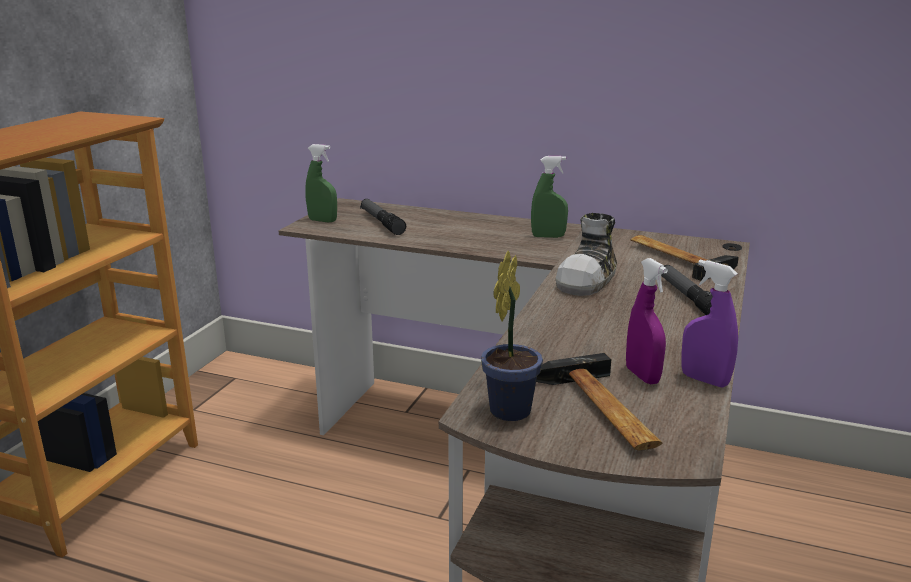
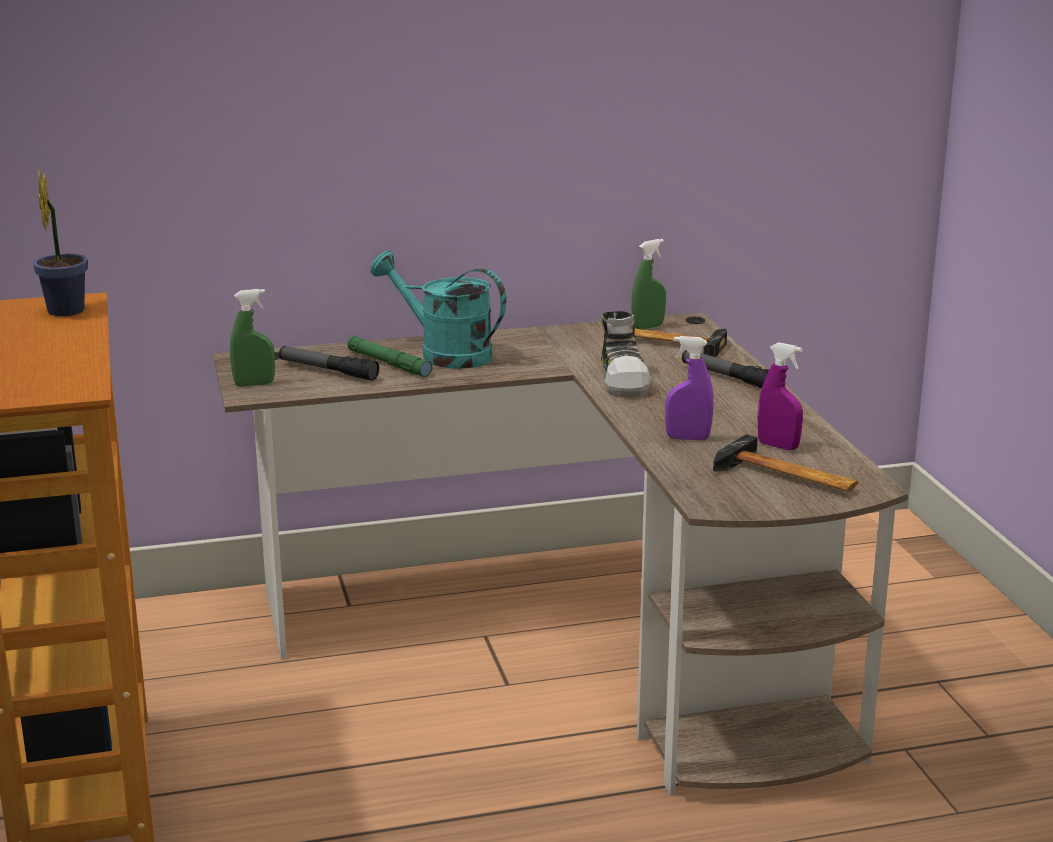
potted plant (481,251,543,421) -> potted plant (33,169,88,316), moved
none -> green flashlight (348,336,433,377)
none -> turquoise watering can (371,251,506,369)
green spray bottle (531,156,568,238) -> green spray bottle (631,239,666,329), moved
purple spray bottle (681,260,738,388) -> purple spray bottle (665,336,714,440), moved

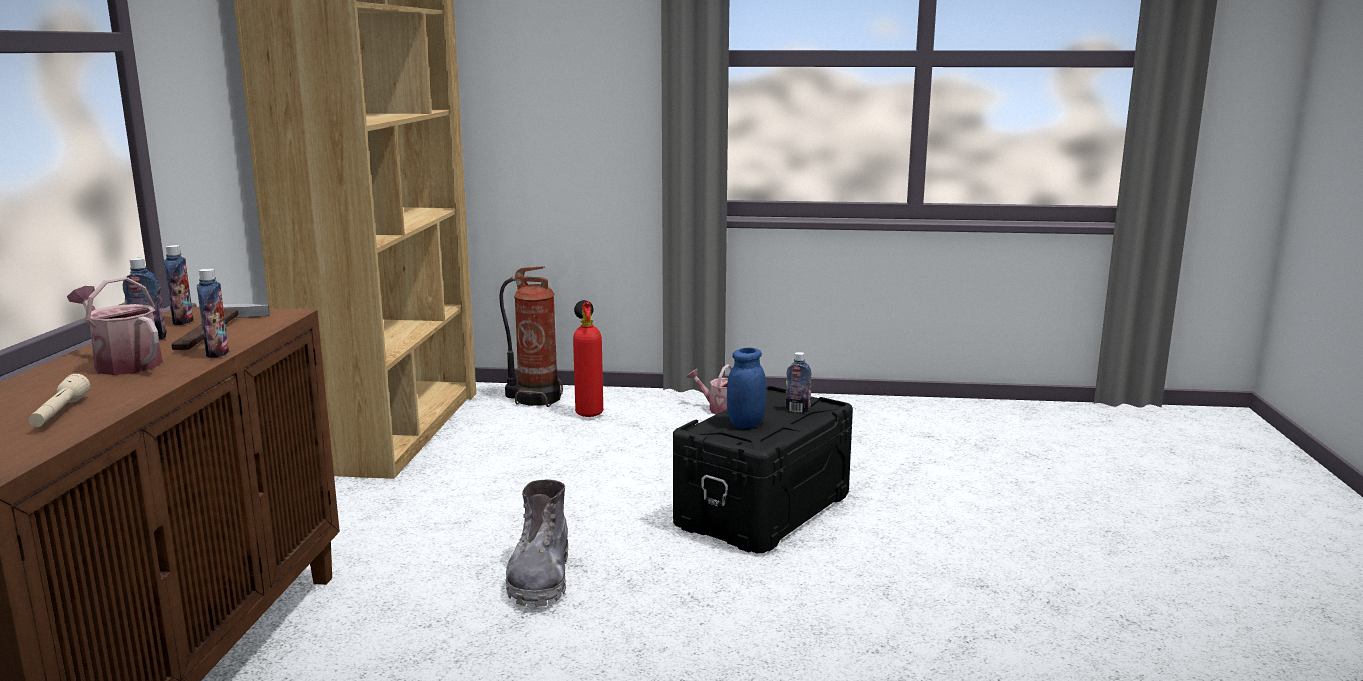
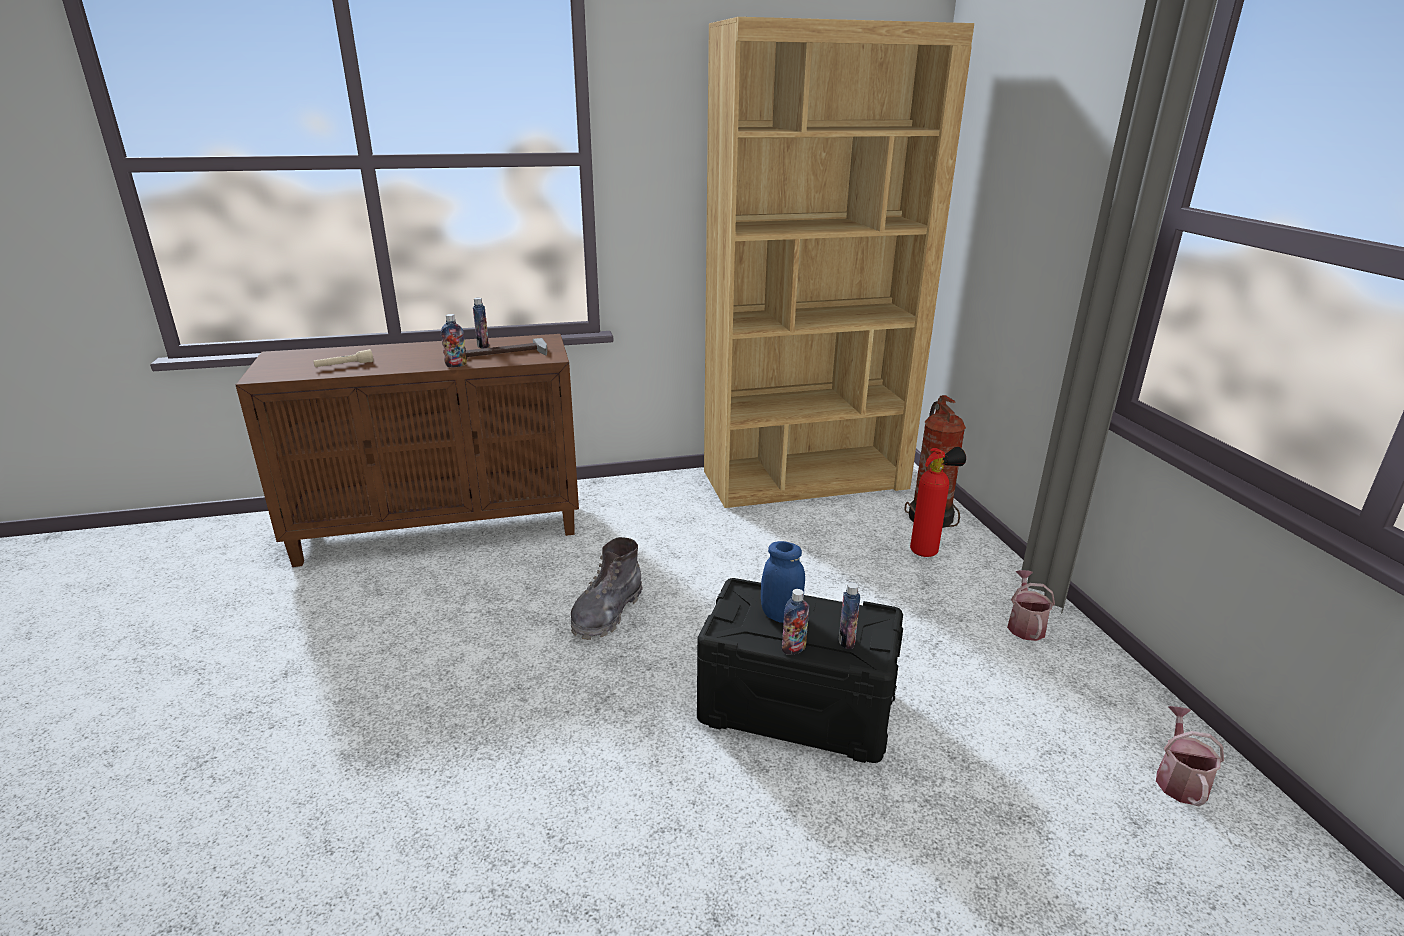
grey boot (505,479,569,607) -> grey boot (571,537,643,640), 45 degrees counterclockwise
bottle (164,245,194,325) -> bottle (782,589,809,655), moved
watering can (67,277,163,375) -> watering can (1156,706,1224,806), moved

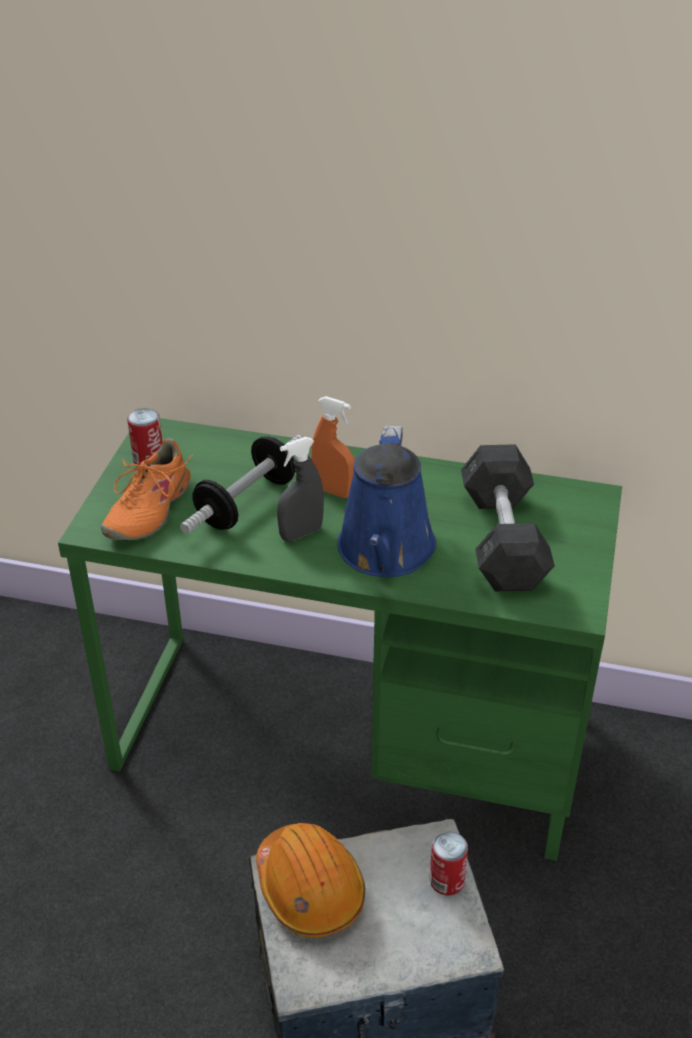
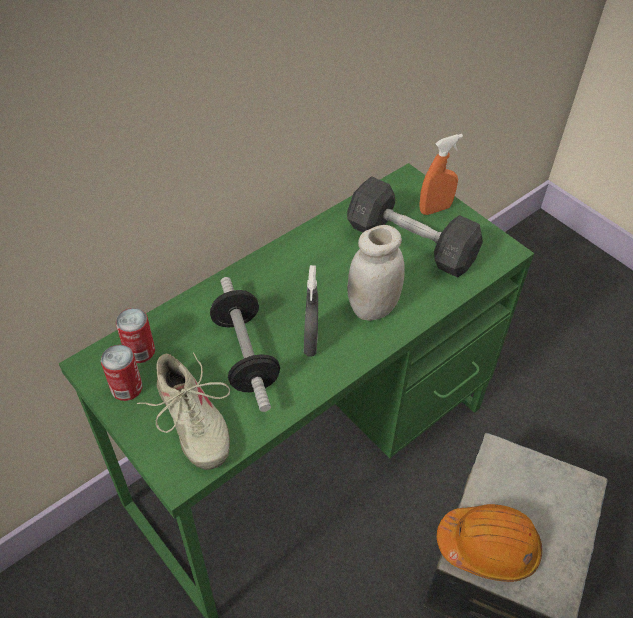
can (430,831,468,896) -> can (116,308,155,363), moved
orange shoe (101,438,193,540) -> beige shoe (137,352,230,470)
blue watering can (337,426,436,577) -> white jar (347,225,405,321)
orange spray bottle (311,396,355,498) -> orange spray bottle (419,134,463,215), moved

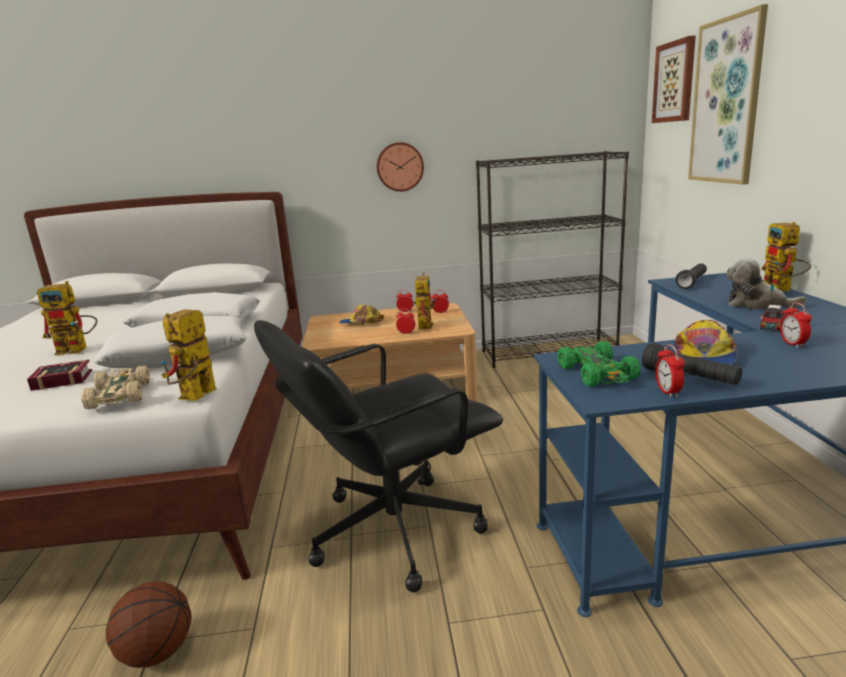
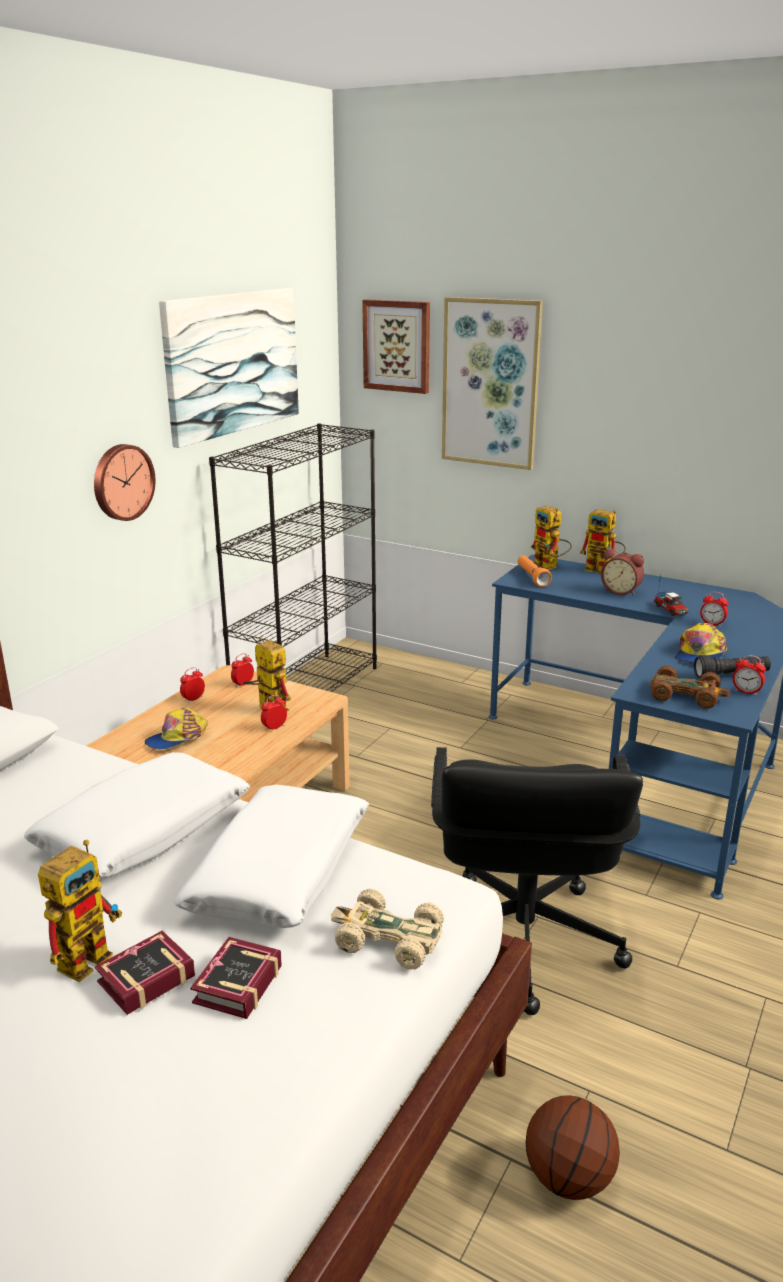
none -> book (95,931,195,1015)
none -> picture (159,288,299,448)
black flashlight (675,263,707,289) -> orange flashlight (517,555,552,587)
toy robot (161,309,217,401) -> toy robot (530,506,572,570), moved
plush toy (726,258,807,310) -> alarm clock (601,549,644,596)
green toy car (557,341,641,387) -> brown toy car (650,665,730,709)
cap (675,320,738,364) -> cap (675,623,727,663), 60 degrees clockwise

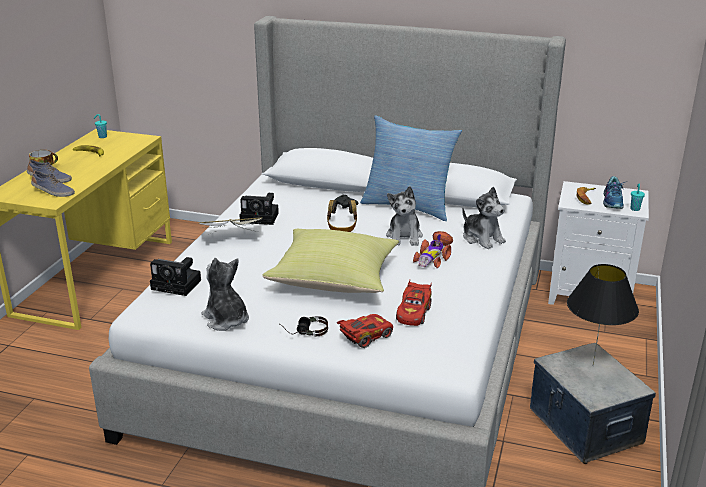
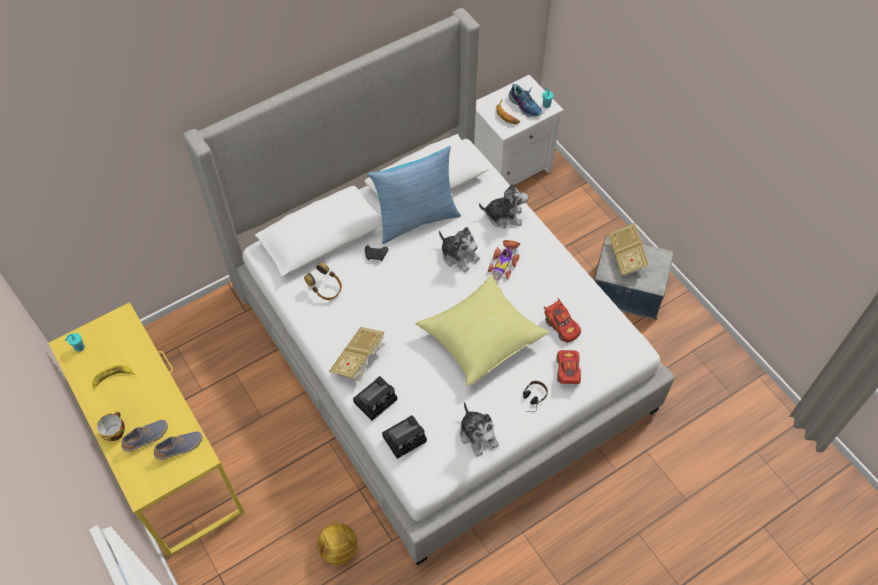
headphones (327,200,357,232) -> headphones (304,262,342,300), moved
none -> football (317,523,357,566)
photo camera (239,193,279,225) -> photo camera (353,376,397,421), moved
plush toy (202,258,249,331) -> plush toy (460,402,499,457), 120 degrees counterclockwise
toy car (413,231,453,268) -> toy car (488,240,520,281), 45 degrees clockwise
black table lamp (567,264,639,366) -> book (608,223,650,276)

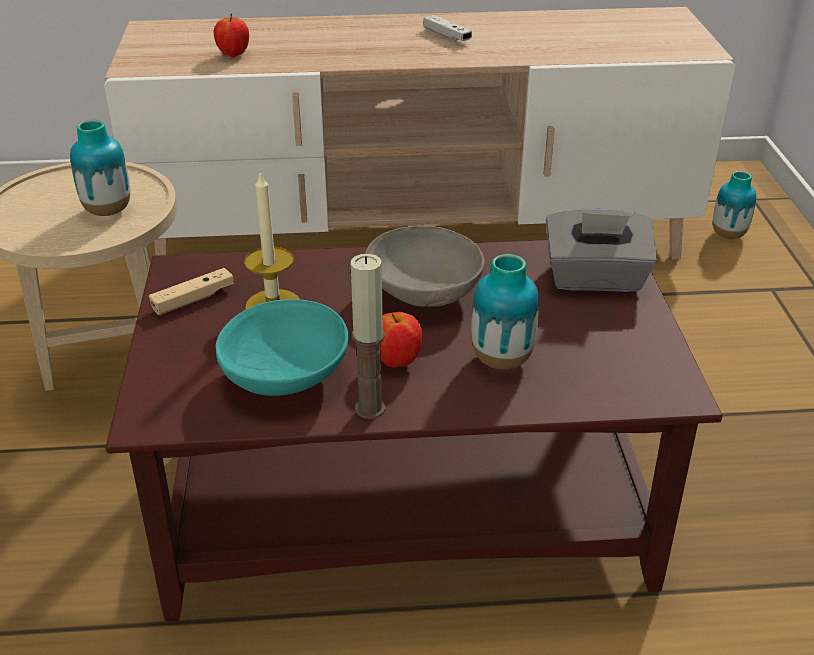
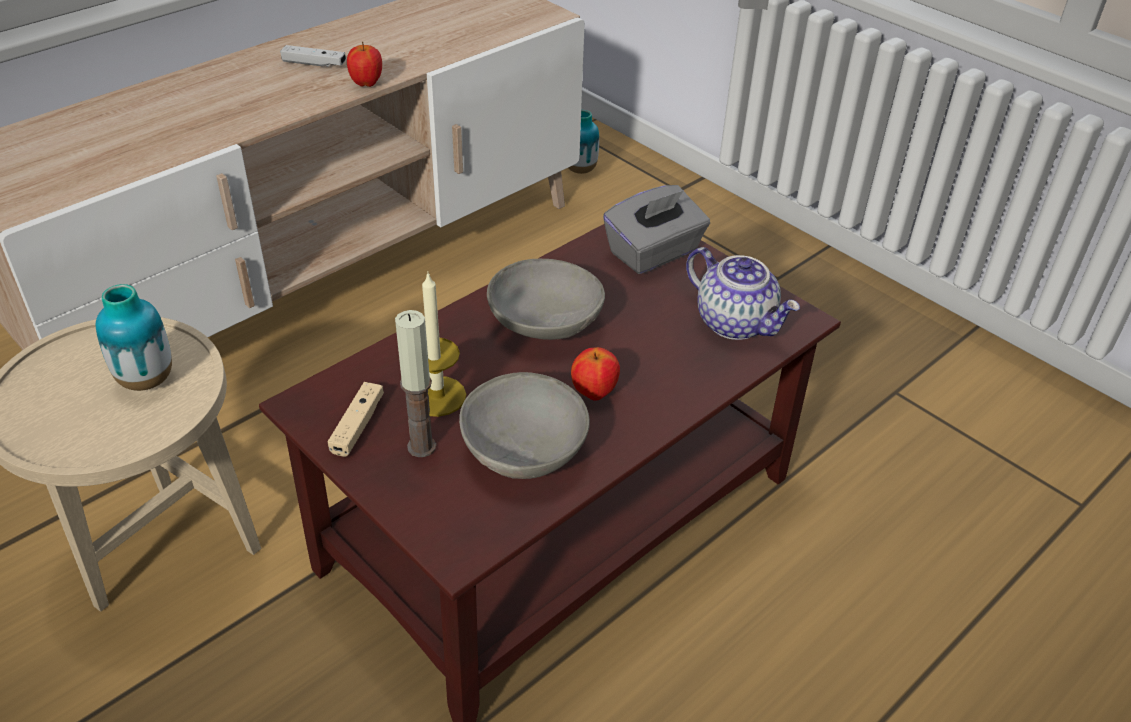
apple (214,14,249,57) -> apple (347,42,382,87), moved
candle (351,254,386,419) -> candle (395,310,436,457), moved
turquoise bowl (216,299,349,396) -> grey bowl (459,372,590,479)
none -> teapot (686,247,800,340)
vase (472,254,539,370) -> none

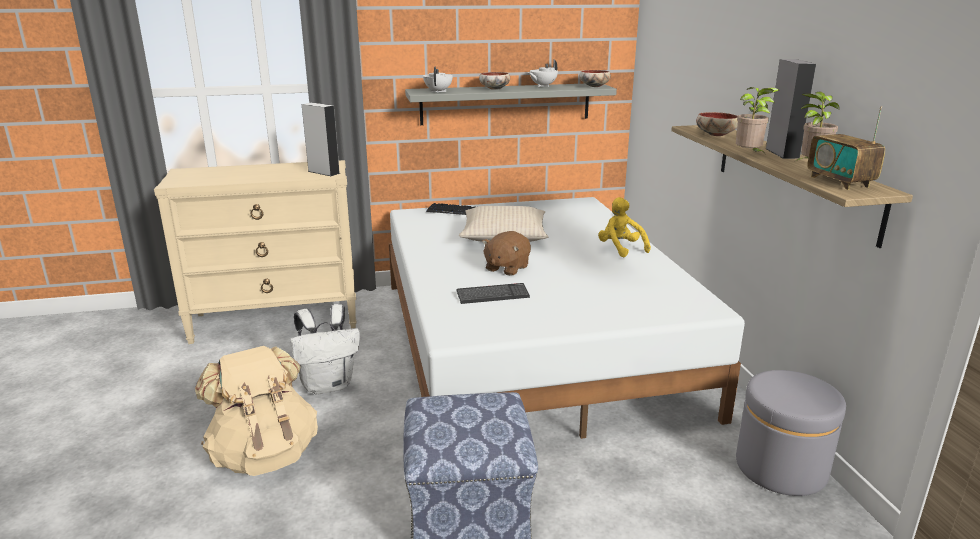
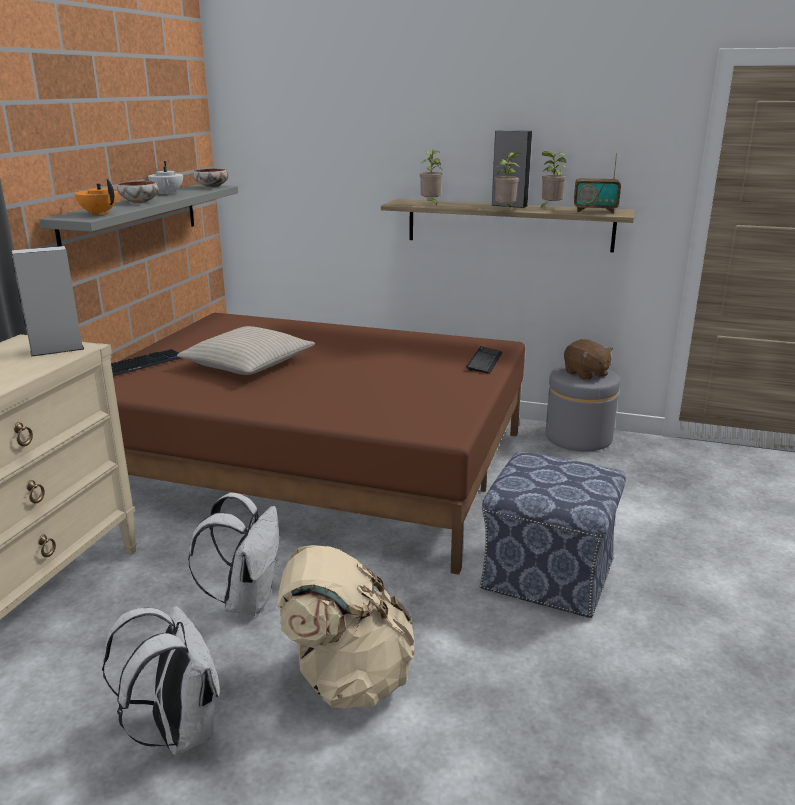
white teapot (423,66,453,93) -> orange teapot (75,179,117,215)
none -> white backpack (102,606,220,755)
white bed (389,197,745,439) -> brown bed (113,313,525,575)
bowl (696,112,738,136) -> potted plant (420,150,443,205)
keyboard (456,283,530,304) -> keyboard (466,346,503,374), moved
brown plush toy (482,231,531,276) -> brown plush toy (564,339,613,381), moved
yellow plush toy (598,197,651,257) -> none

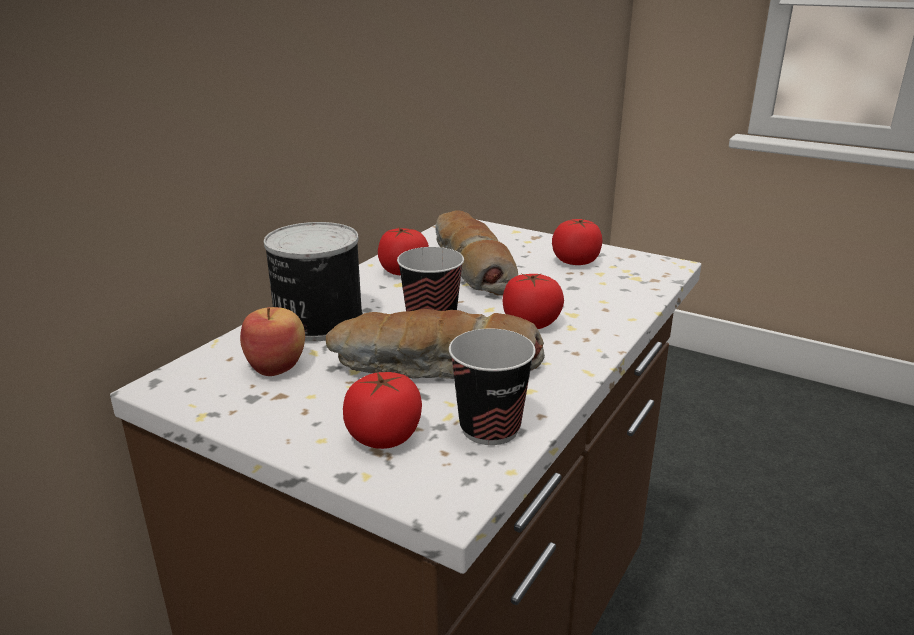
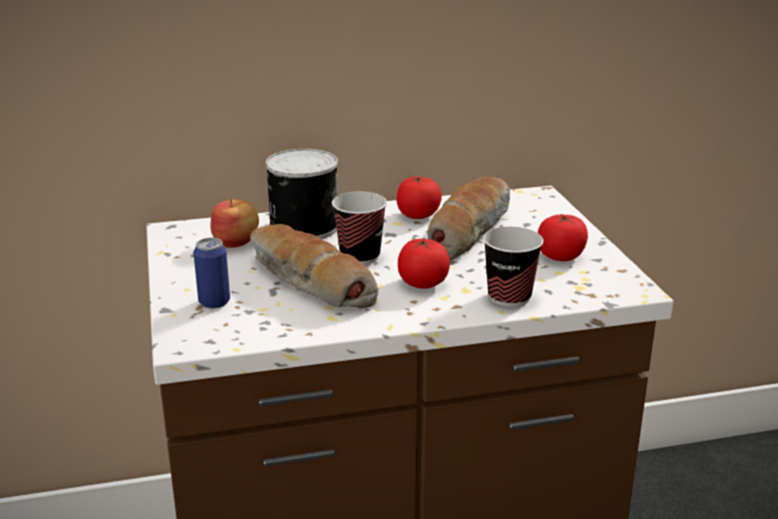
tomato (343,372,422,449) -> can (193,238,230,309)
cup (449,329,536,445) -> cup (483,226,543,307), moved

